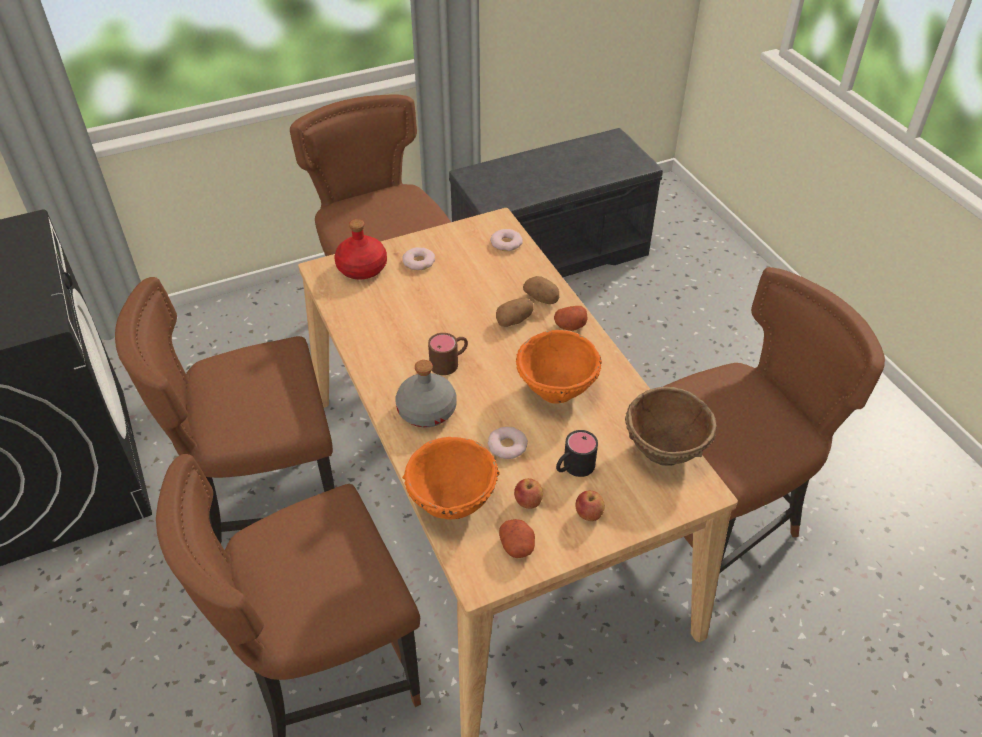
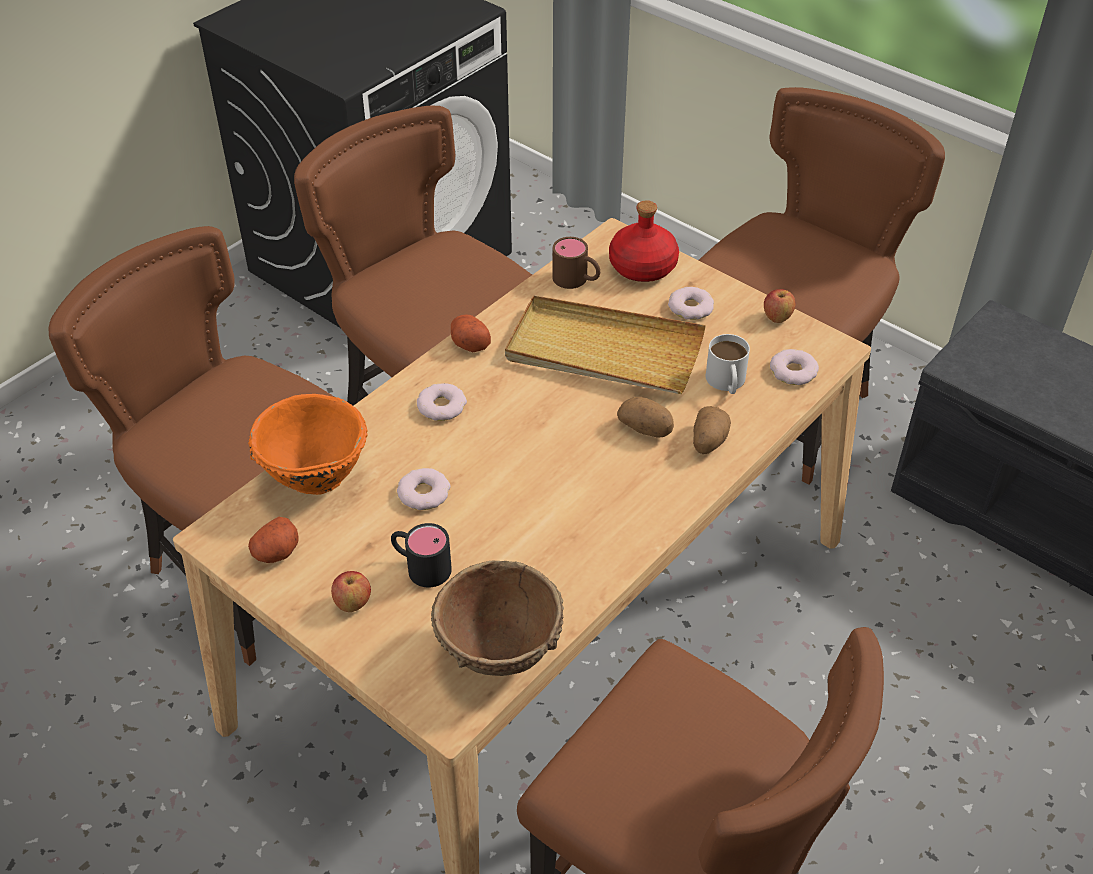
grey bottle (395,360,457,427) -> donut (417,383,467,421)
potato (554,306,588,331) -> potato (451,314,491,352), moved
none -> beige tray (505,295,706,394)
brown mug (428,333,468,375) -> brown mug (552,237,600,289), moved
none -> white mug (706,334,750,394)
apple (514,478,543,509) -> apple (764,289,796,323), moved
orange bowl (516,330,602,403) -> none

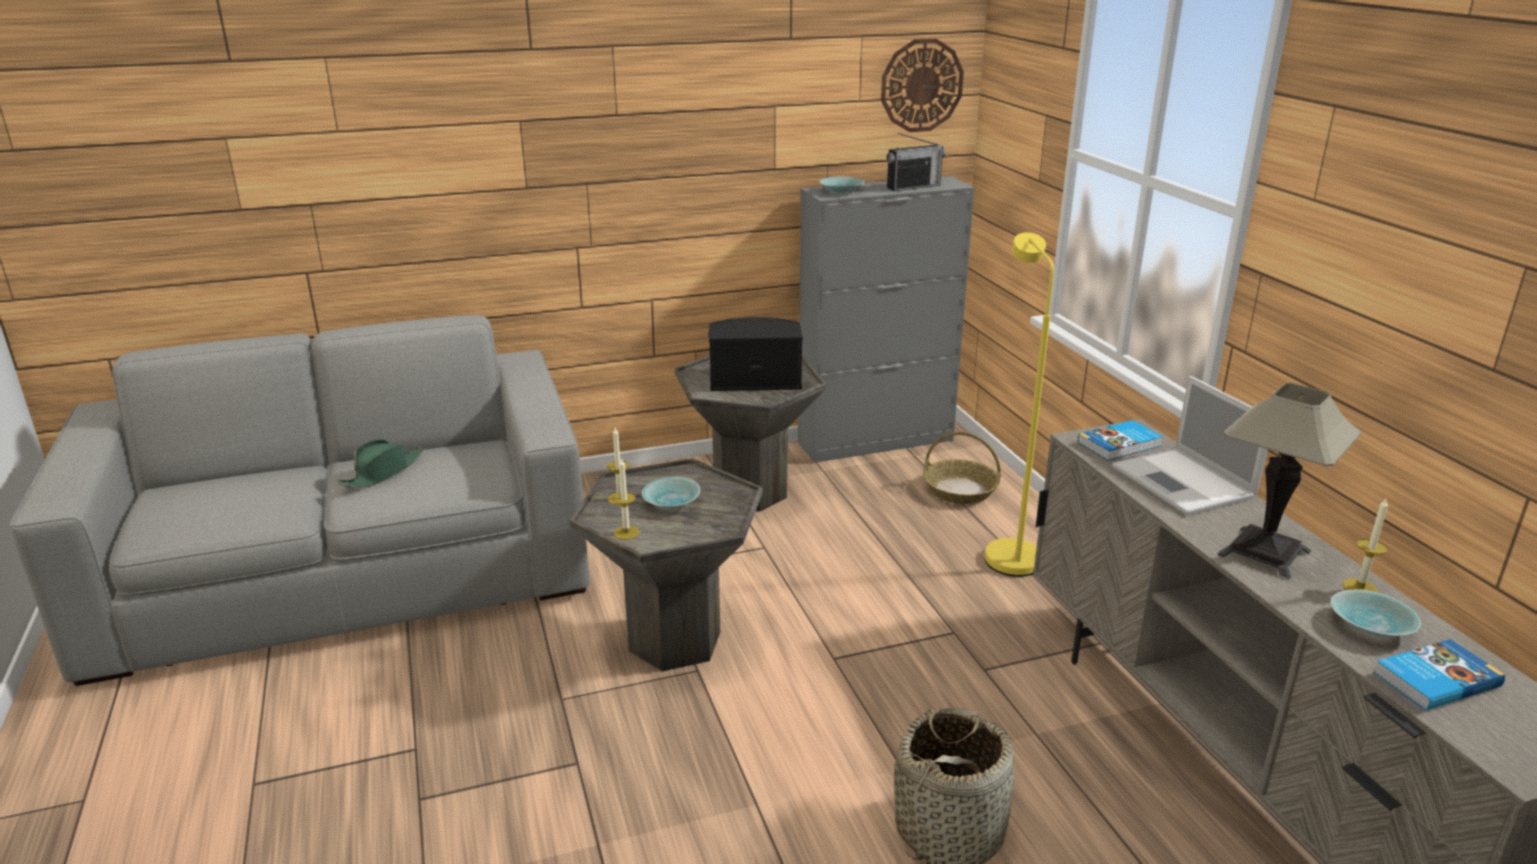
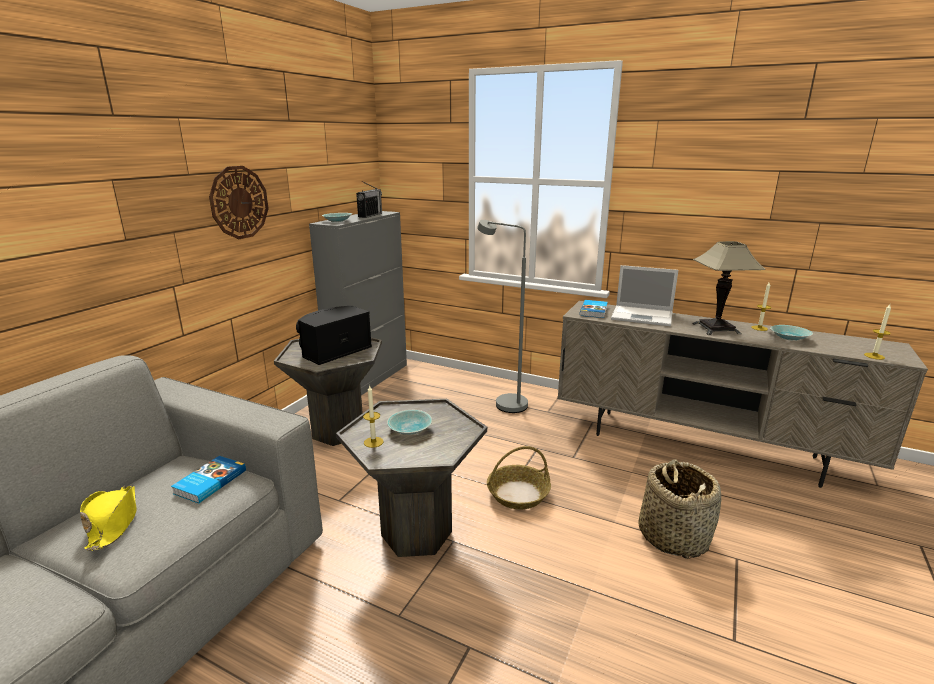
green hat (337,439,423,488) -> yellow hat (80,486,137,551)
book (1374,639,1505,710) -> book (171,456,246,503), moved
wall clock (881,39,964,132) -> wall clock (209,166,269,239), moved
yellow floor lamp (985,232,1054,577) -> grey floor lamp (477,220,528,413)
basket (924,432,1001,504) -> basket (487,446,551,509), moved
candle (613,458,640,540) -> candle (864,304,891,360), moved

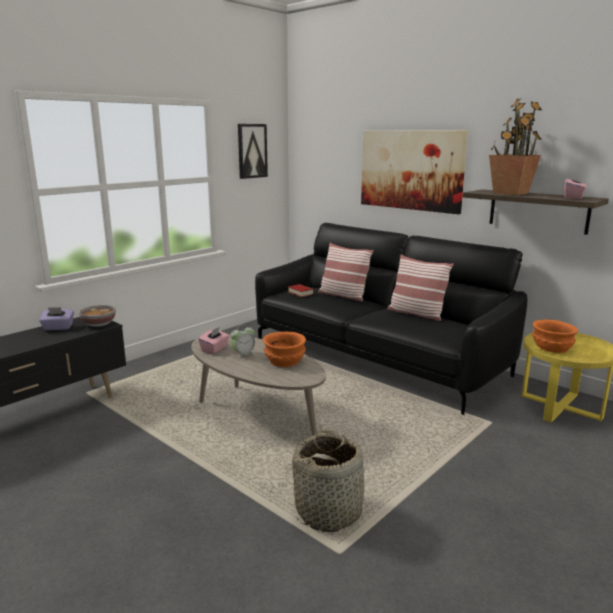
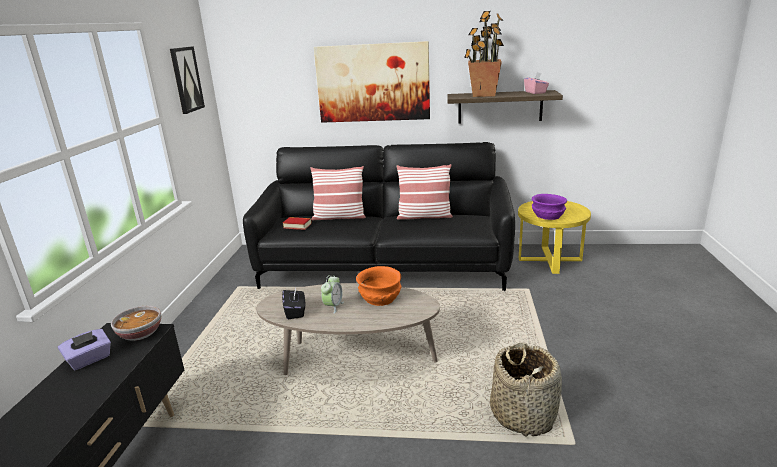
pink tissue box (198,327,229,354) -> black tissue box (282,288,305,319)
orange bowl (532,319,578,353) -> purple bowl (532,194,567,220)

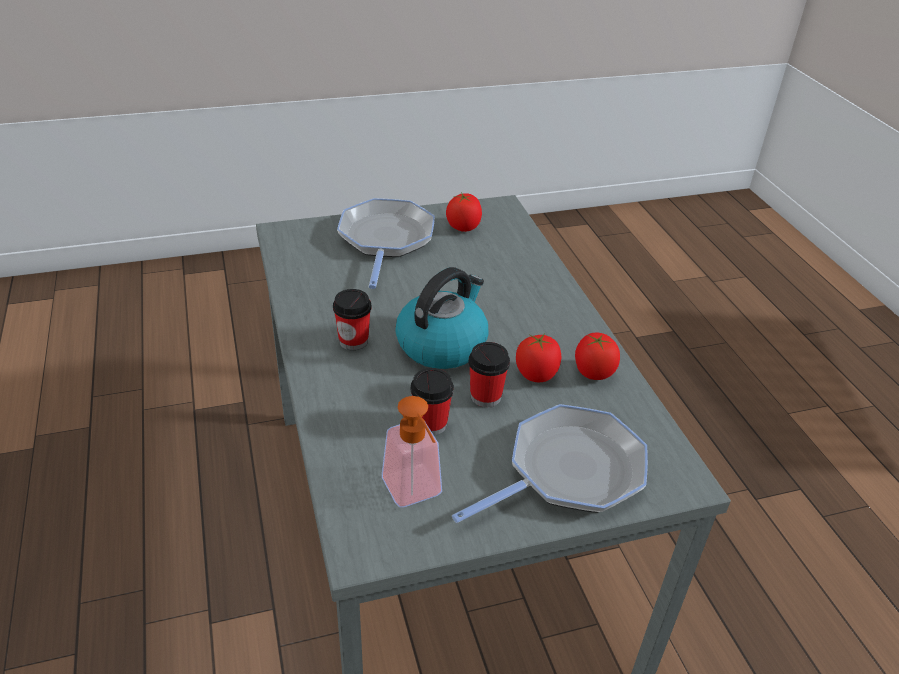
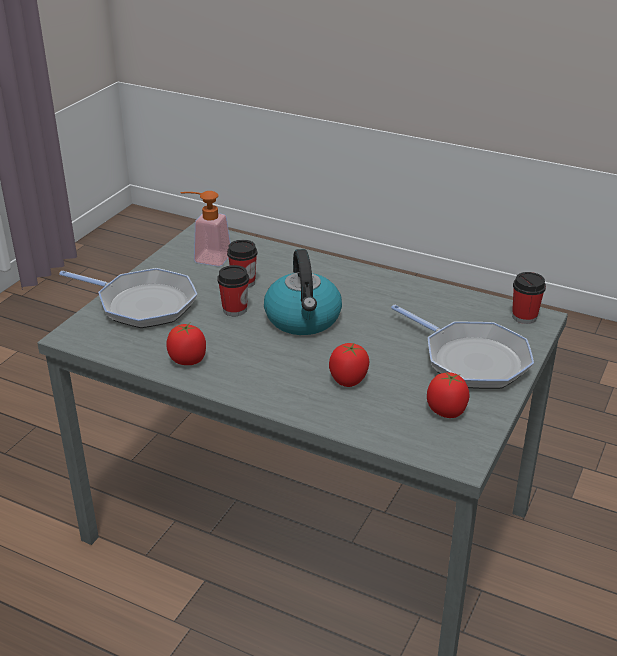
frying pan (452,404,648,523) -> frying pan (59,268,197,328), 75 degrees counterclockwise
tomato (516,333,562,382) -> tomato (329,343,369,387), moved
cup (333,289,372,350) -> cup (512,272,546,324), moved

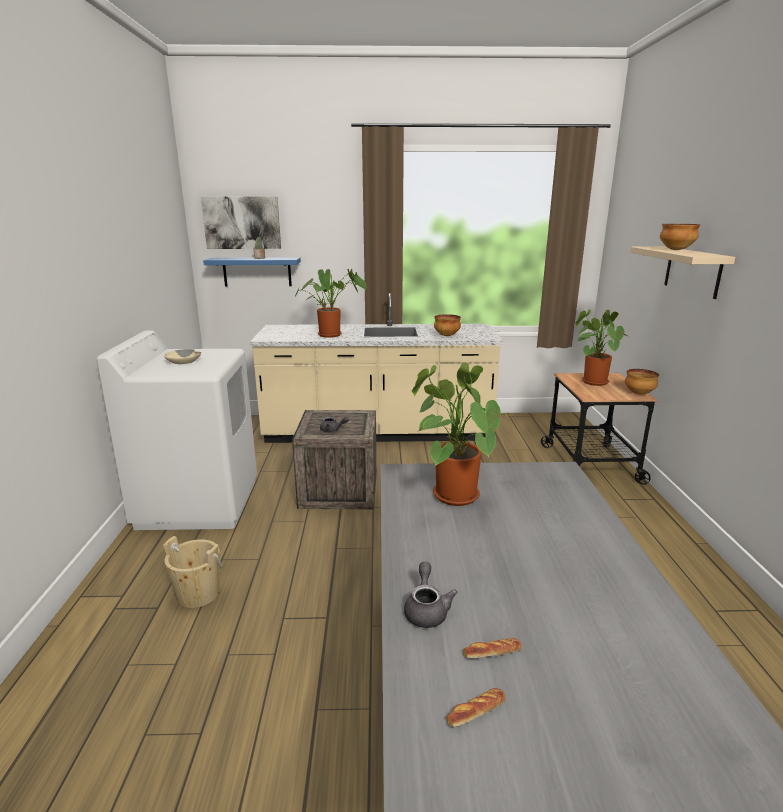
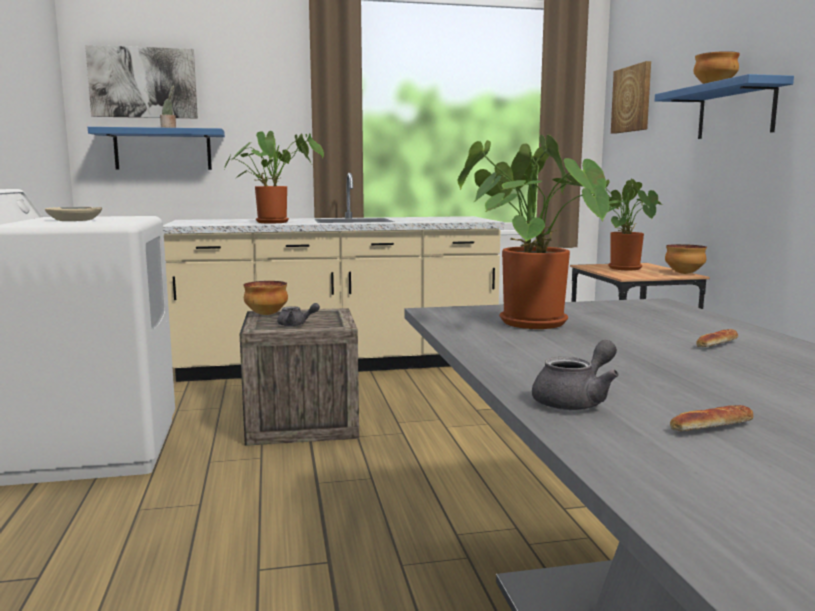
bowl (434,314,461,336) -> bowl (244,281,288,315), moved
grey teapot (404,562,458,628) -> grey teapot (532,340,619,410), 60 degrees clockwise
none -> picture (611,61,651,134)
beige shelf (630,247,735,299) -> blue shelf (655,74,794,139)
bread (446,688,505,727) -> bread (696,329,738,347), moved
beige bucket (163,536,223,608) -> none

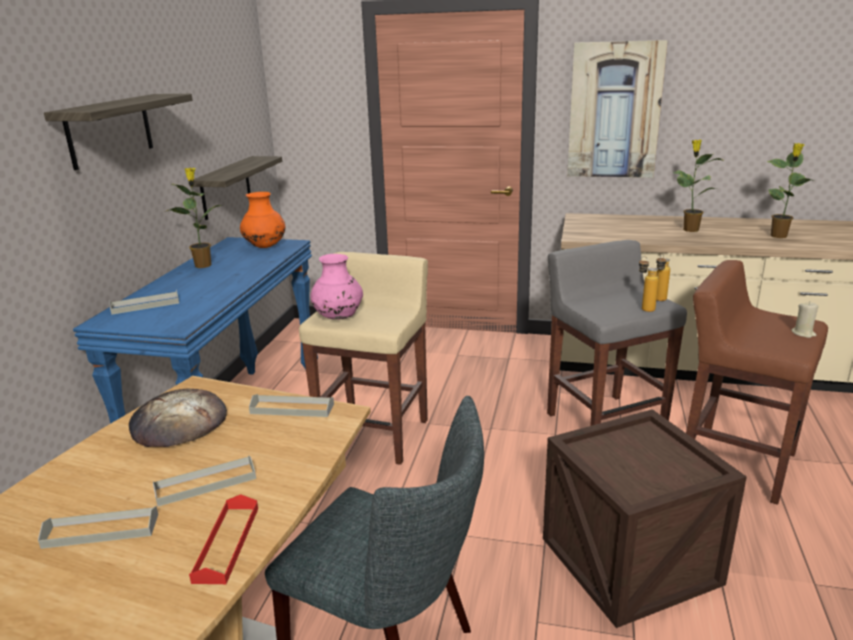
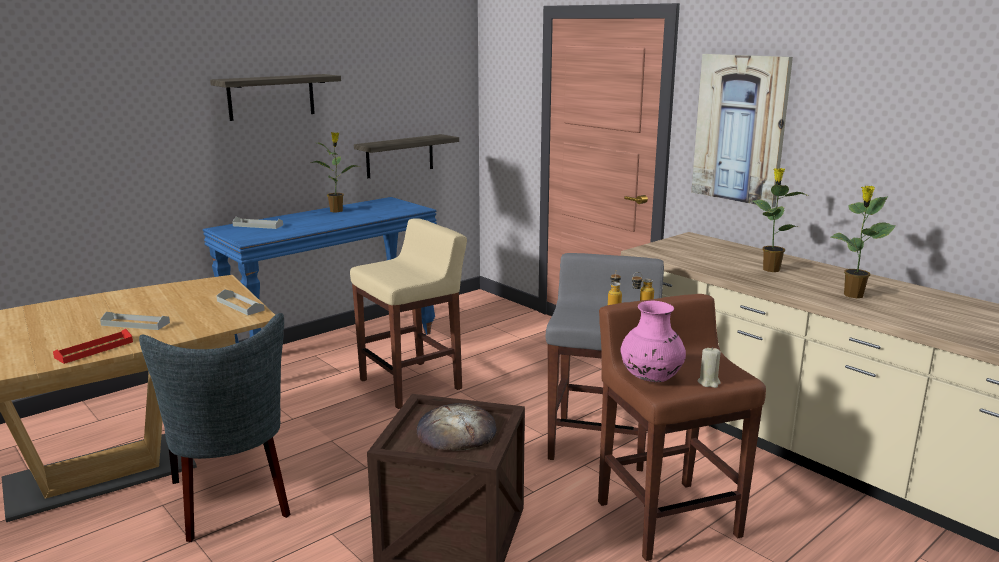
bread (129,389,227,447) -> bread (417,403,497,451), moved
pink vase (310,254,363,320) -> pink vase (620,301,686,382), moved
grey tray (38,506,158,549) -> none
orange vase (240,192,286,248) -> none

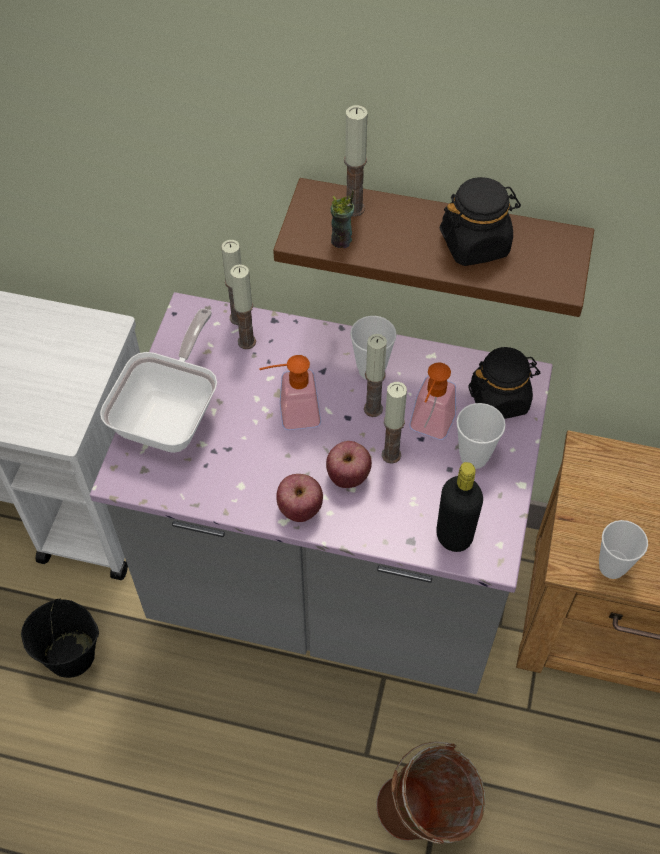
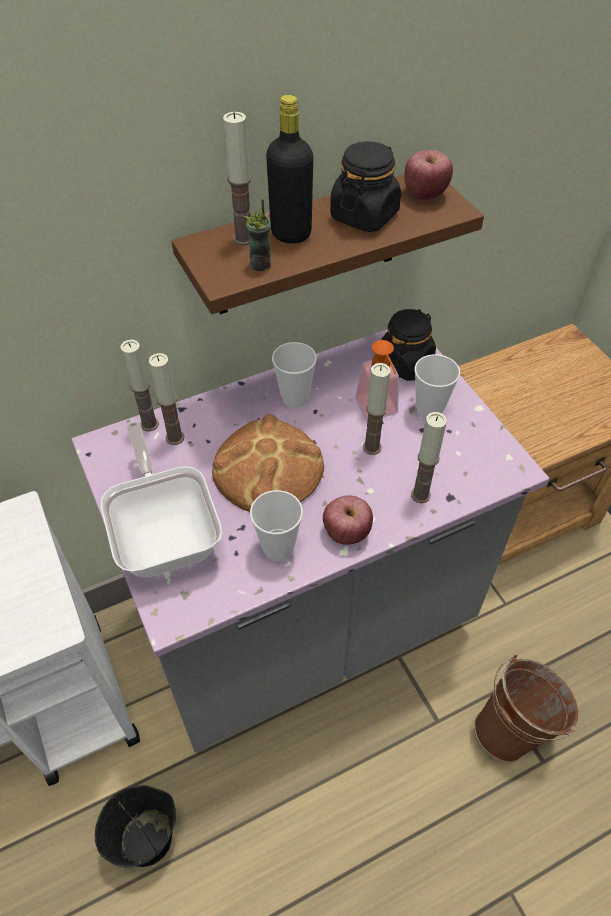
soap dispenser (259,355,321,430) -> bread (212,414,324,512)
cup (599,520,648,579) -> cup (250,490,303,561), moved
black bottle (436,462,483,552) -> black bottle (266,95,313,243), moved
apple (326,441,372,488) -> apple (404,150,453,200), moved
candle (364,334,387,417) -> candle (411,412,447,503), moved

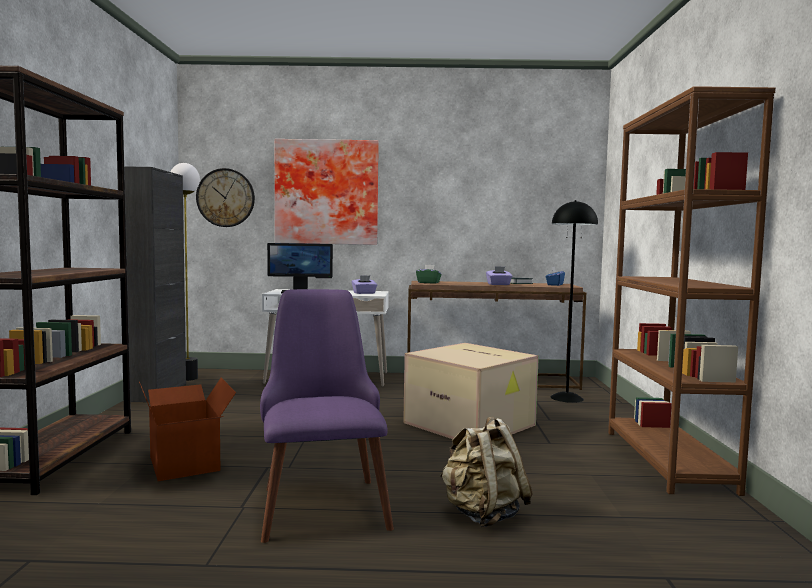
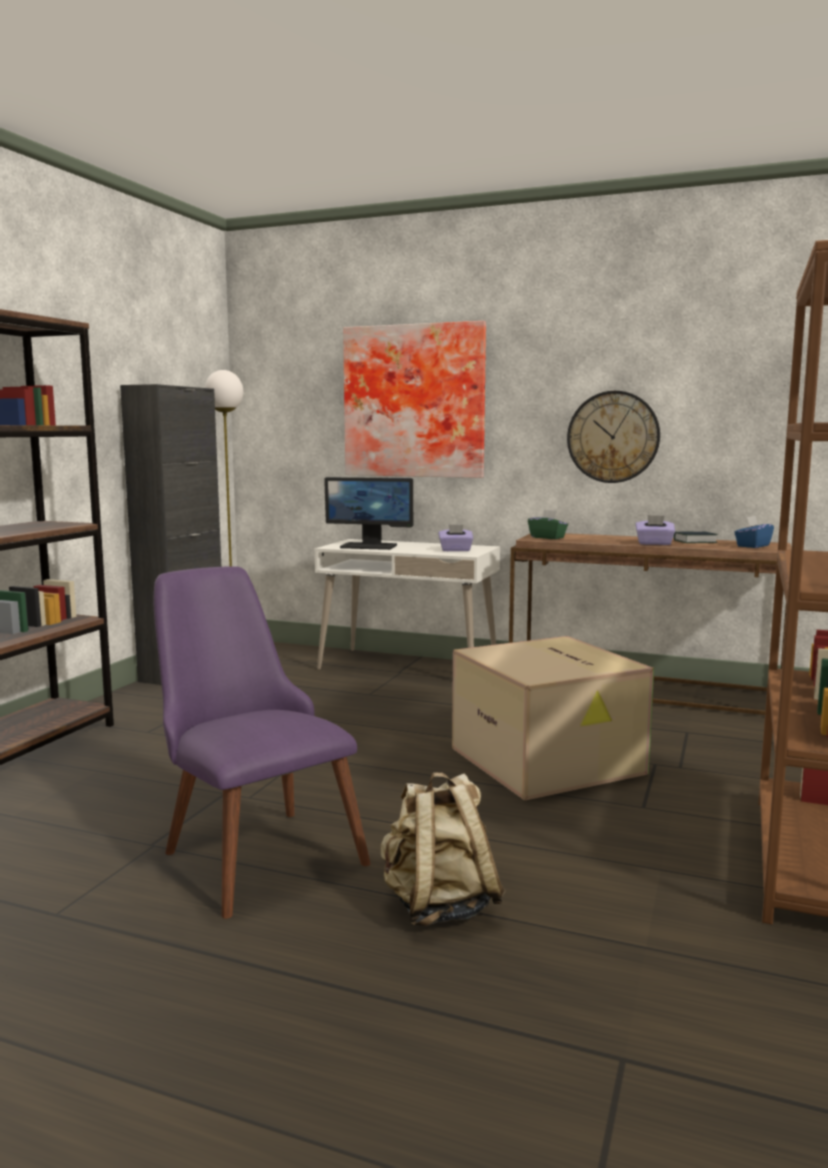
purple chair (260,289,394,543) -> purple chair (153,567,371,919), 45 degrees counterclockwise
wall clock (196,168,255,227) -> wall clock (567,391,660,483), moved
cardboard box (139,378,236,481) -> none
black floor lamp (551,200,598,403) -> none

